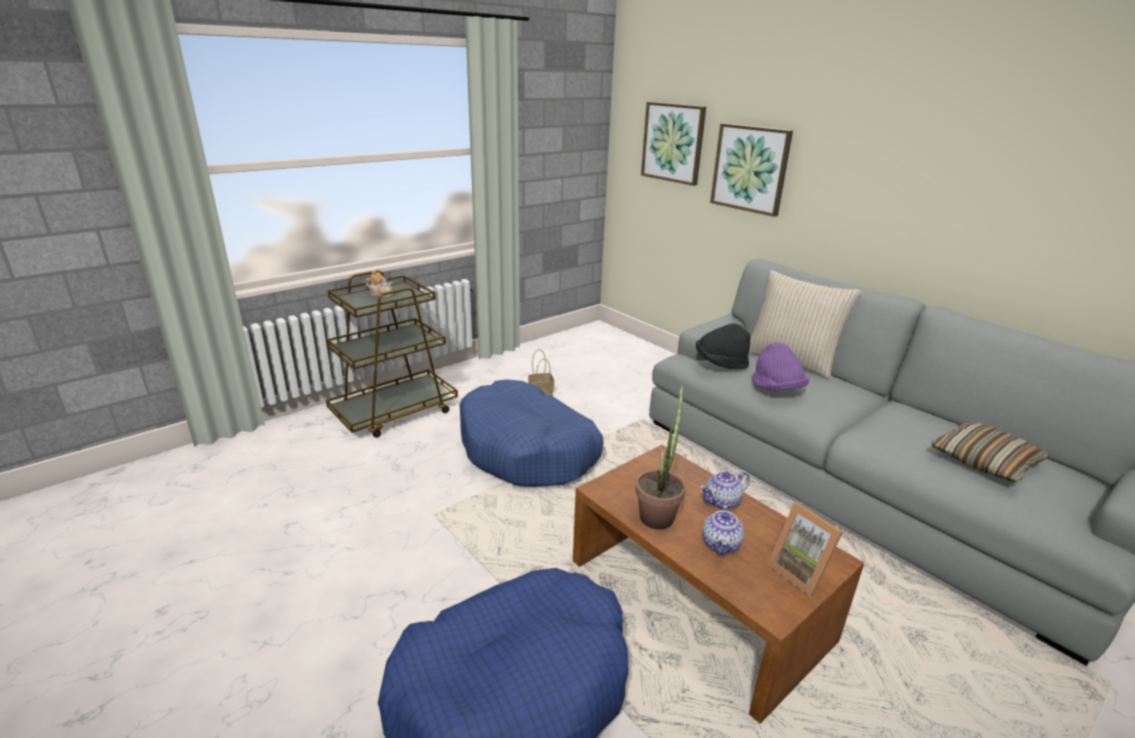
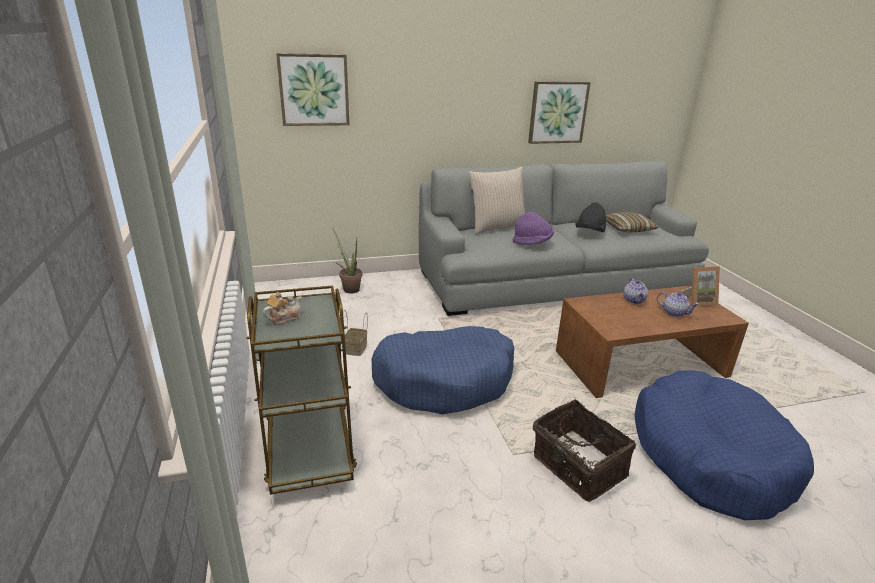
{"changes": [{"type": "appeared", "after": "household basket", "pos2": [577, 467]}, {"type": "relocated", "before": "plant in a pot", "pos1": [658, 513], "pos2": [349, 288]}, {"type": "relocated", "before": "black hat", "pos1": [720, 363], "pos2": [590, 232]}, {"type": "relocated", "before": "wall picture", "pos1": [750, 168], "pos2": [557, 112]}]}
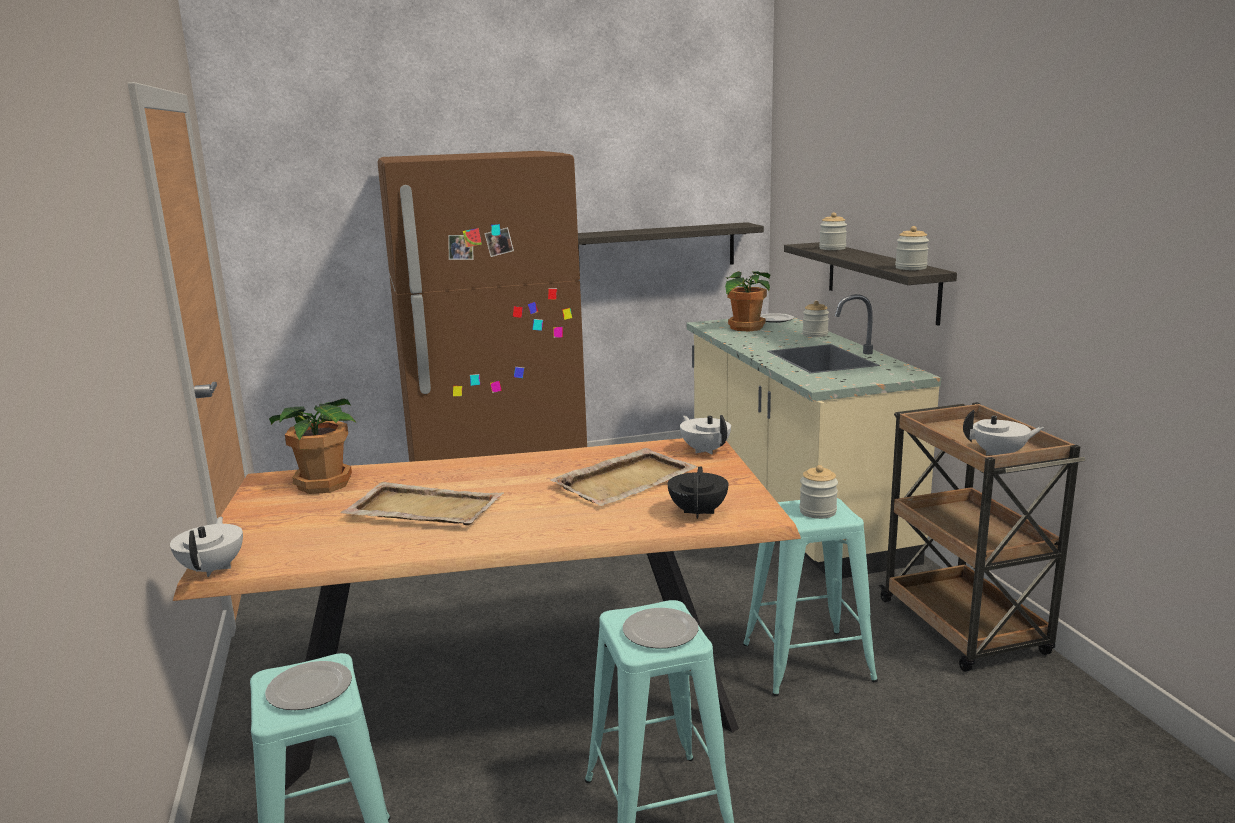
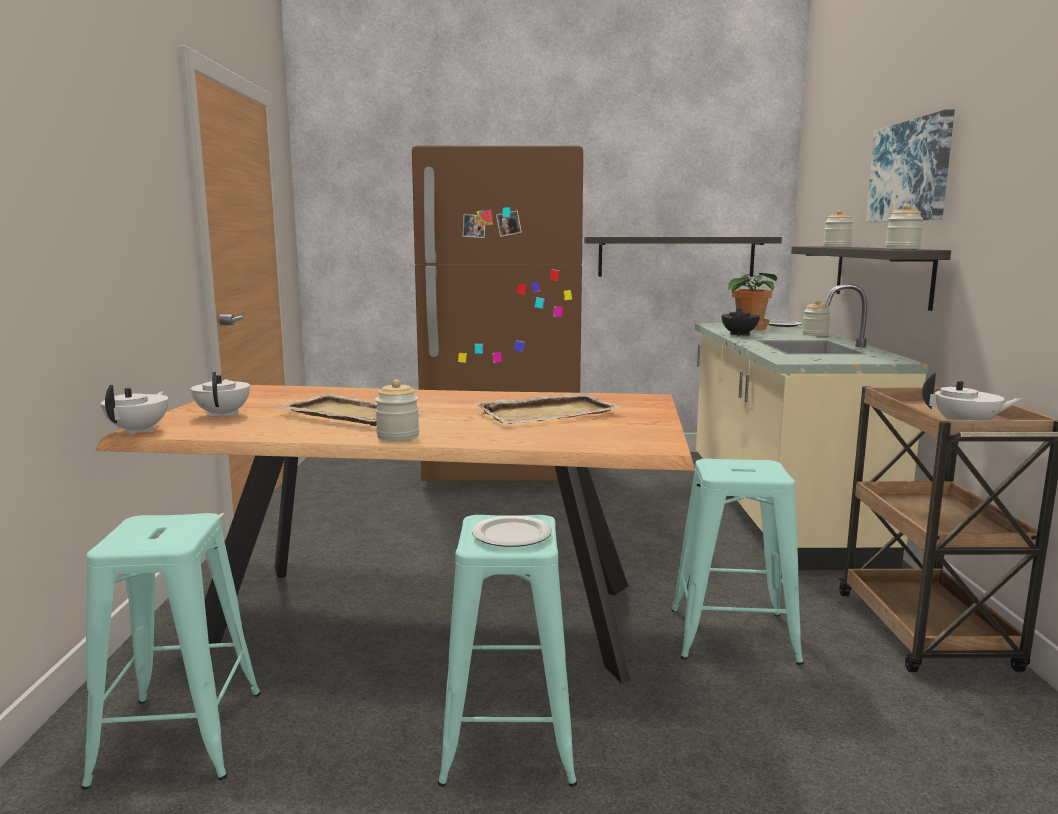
{"changes": [{"type": "missing", "before": "flat dish", "pos1": [308, 688]}, {"type": "missing", "before": "plant in a pot", "pos1": [323, 484]}, {"type": "appeared", "after": "wall picture", "pos2": [911, 171]}, {"type": "relocated", "before": "black tea pot", "pos1": [698, 512], "pos2": [739, 335]}, {"type": "relocated", "before": "white-coloured tea pot", "pos1": [705, 450], "pos2": [223, 414]}, {"type": "relocated", "before": "preserve jar", "pos1": [817, 512], "pos2": [398, 436]}]}
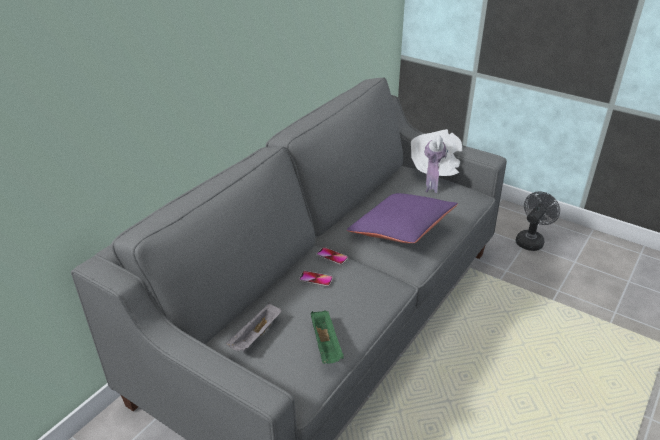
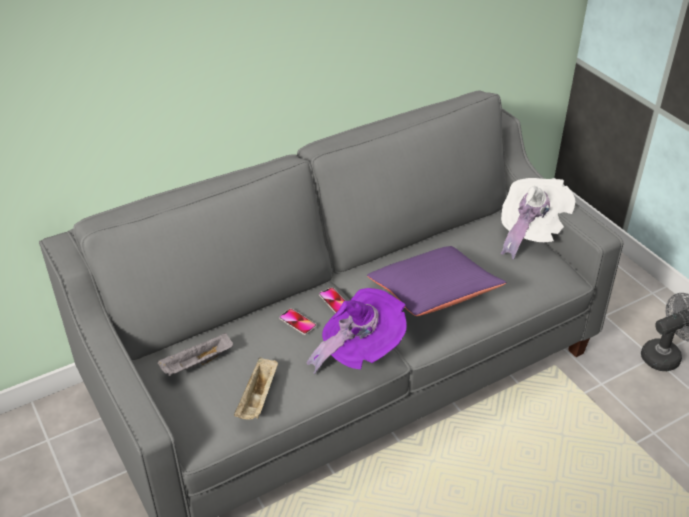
{"changes": [{"type": "appeared", "after": "purple-coloured hat", "pos2": [360, 350]}, {"type": "colour", "before": "green carrying tray", "after": "sand-coloured carrying tray", "pos1": [326, 345], "pos2": [258, 398]}]}
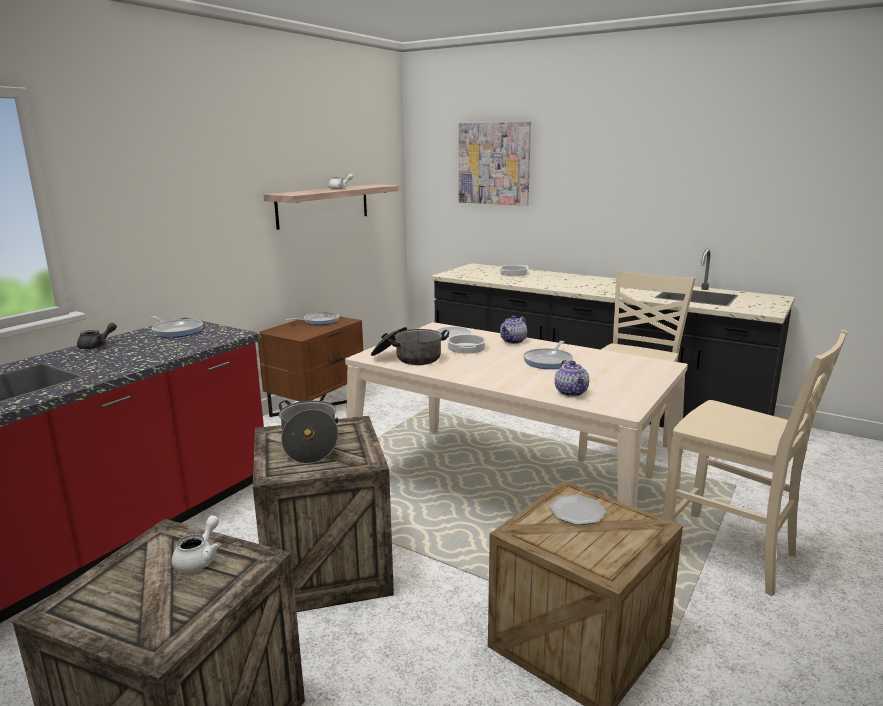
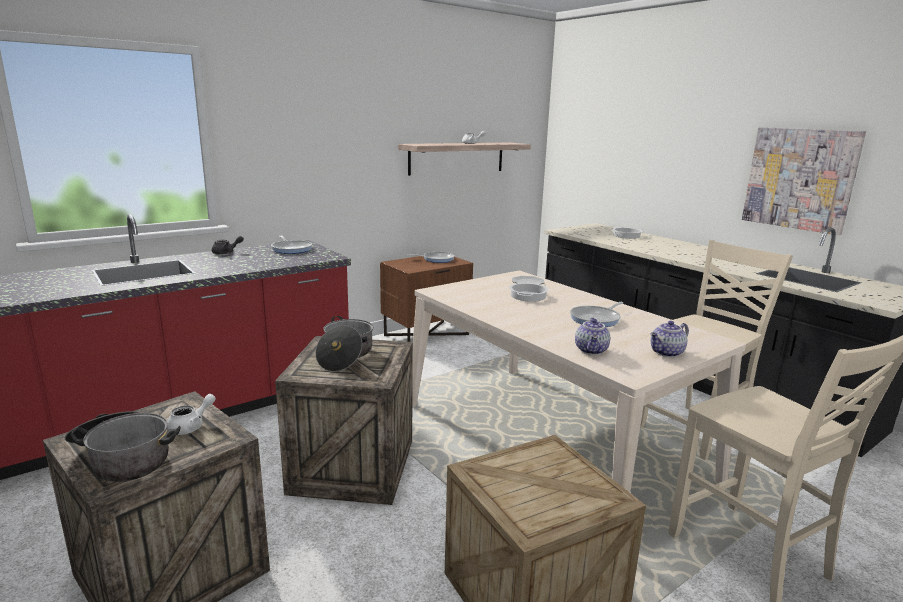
{"changes": [{"type": "missing", "before": "flat dish", "pos1": [577, 512]}, {"type": "relocated", "before": "saucepot", "pos1": [408, 358], "pos2": [124, 458]}, {"type": "relocated", "before": "wall picture", "pos1": [494, 163], "pos2": [799, 179]}, {"type": "relocated", "before": "tea pot", "pos1": [513, 341], "pos2": [667, 353]}]}
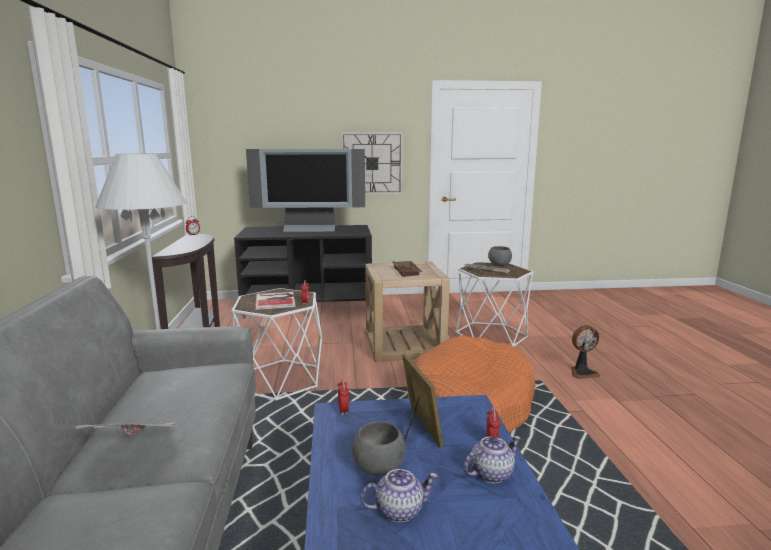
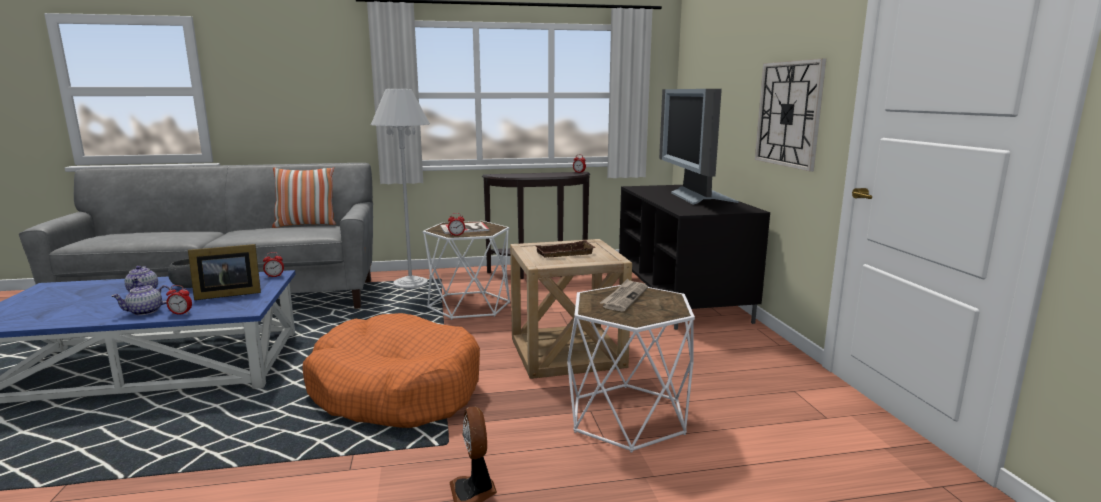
{"changes": [{"type": "missing", "before": "newspaper", "pos1": [138, 447]}, {"type": "missing", "before": "greyish serving bowl", "pos1": [499, 265]}, {"type": "appeared", "after": "cushion", "pos2": [306, 225]}, {"type": "spun", "before": "tea pot", "pos1": [491, 473], "pos2": [145, 312], "turn": 90}]}
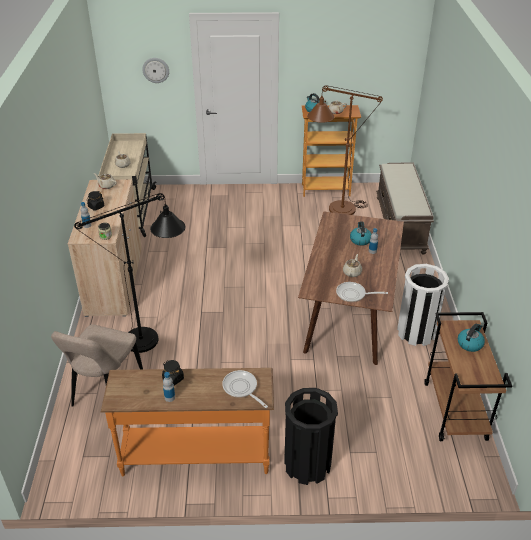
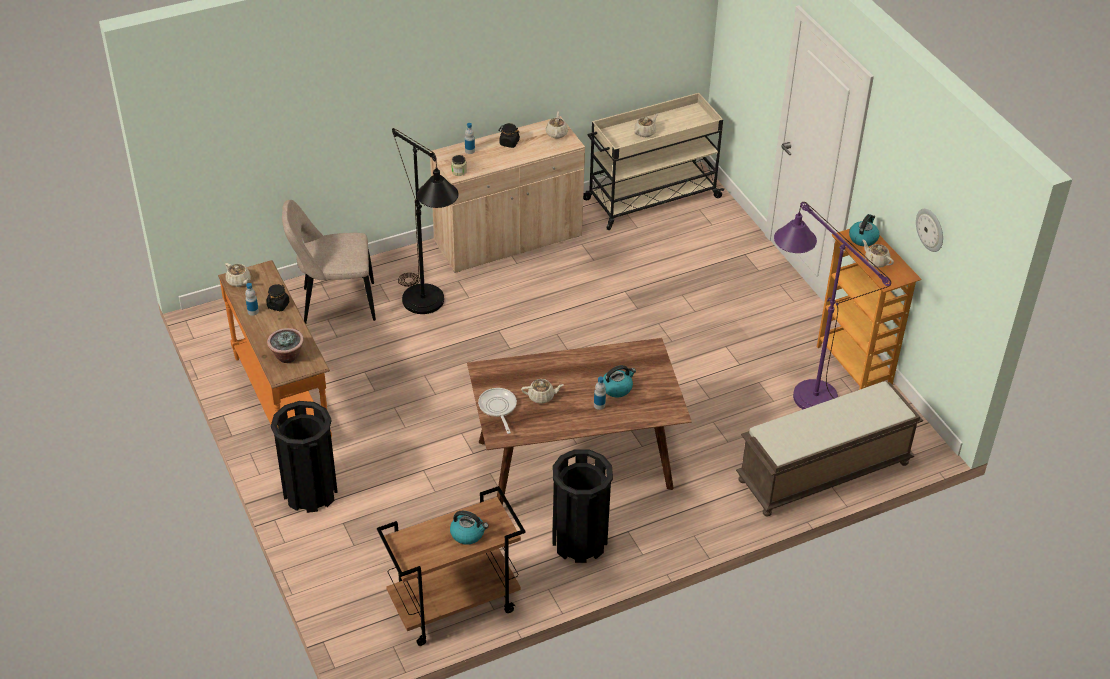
{"changes": [{"type": "appeared", "after": "sand-coloured tea pot", "pos2": [239, 281]}, {"type": "relocated", "before": "hanging clock", "pos1": [155, 70], "pos2": [930, 229]}, {"type": "exchanged", "before": "skillet", "after": "plant in a pot", "pos1": [241, 388], "pos2": [287, 356]}, {"type": "colour", "before": "brown standing lamp", "after": "purple-coloured standing lamp", "pos1": [335, 211], "pos2": [804, 391]}, {"type": "colour", "before": "white-coloured trash can", "after": "black trash can", "pos1": [416, 332], "pos2": [579, 541]}]}
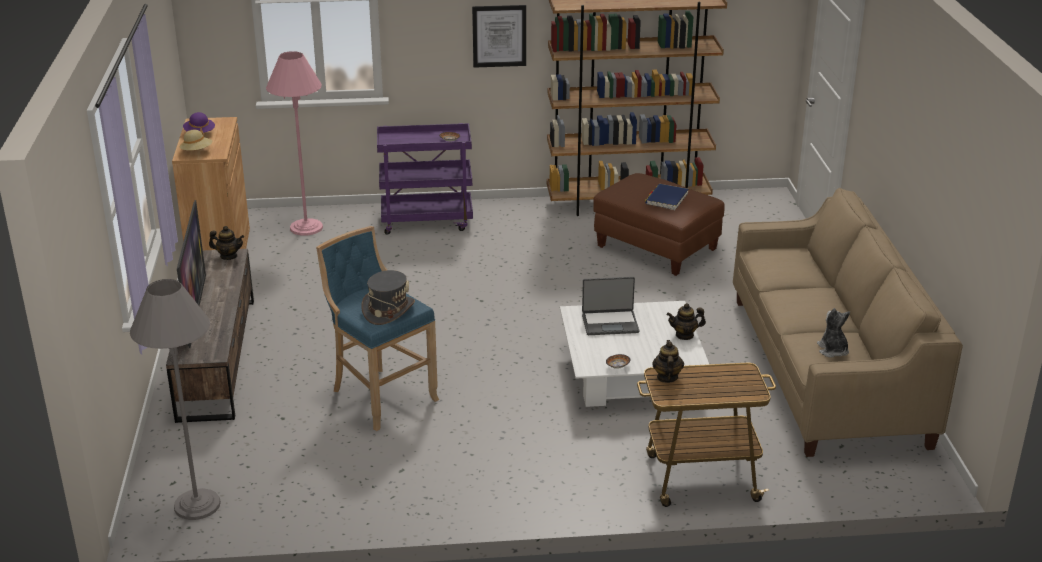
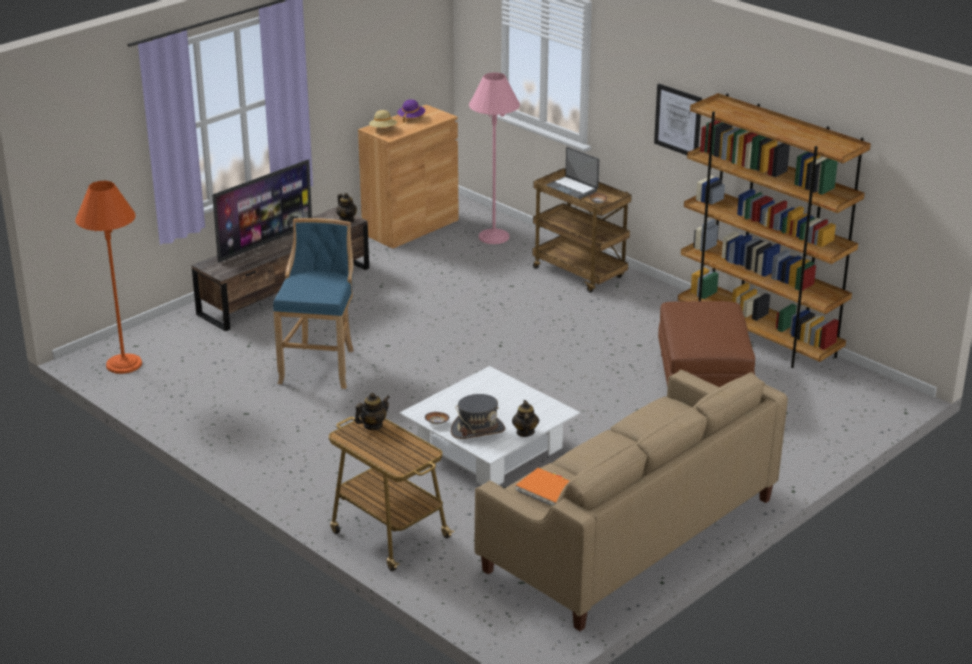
{"changes": [{"type": "missing", "before": "blue volume", "pos1": [666, 199]}, {"type": "relocated", "before": "greyish hat", "pos1": [388, 310], "pos2": [478, 430]}, {"type": "relocated", "before": "notebook computer", "pos1": [610, 323], "pos2": [571, 189]}, {"type": "exchanged", "before": "plush toy", "after": "orangey volume", "pos1": [832, 350], "pos2": [547, 490]}, {"type": "colour", "before": "greyish standing lamp", "after": "orangey standing lamp", "pos1": [197, 505], "pos2": [124, 364]}, {"type": "colour", "before": "purple-coloured wheeled cart", "after": "brown wheeled cart", "pos1": [427, 221], "pos2": [580, 273]}, {"type": "spun", "before": "tea pot", "pos1": [684, 335], "pos2": [525, 432], "turn": 45}]}
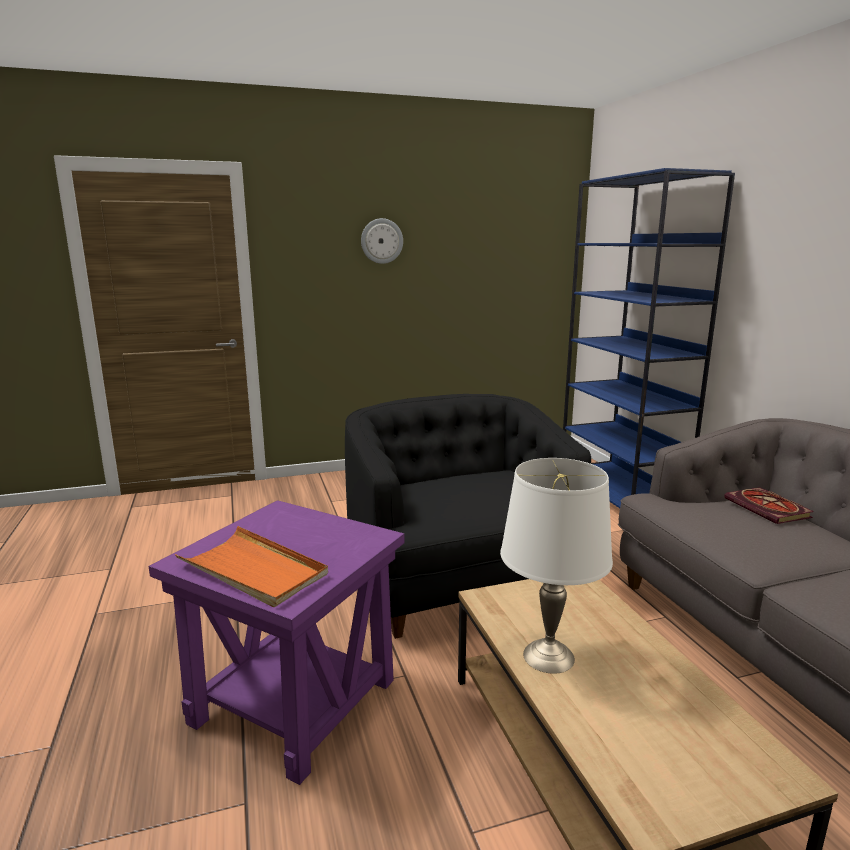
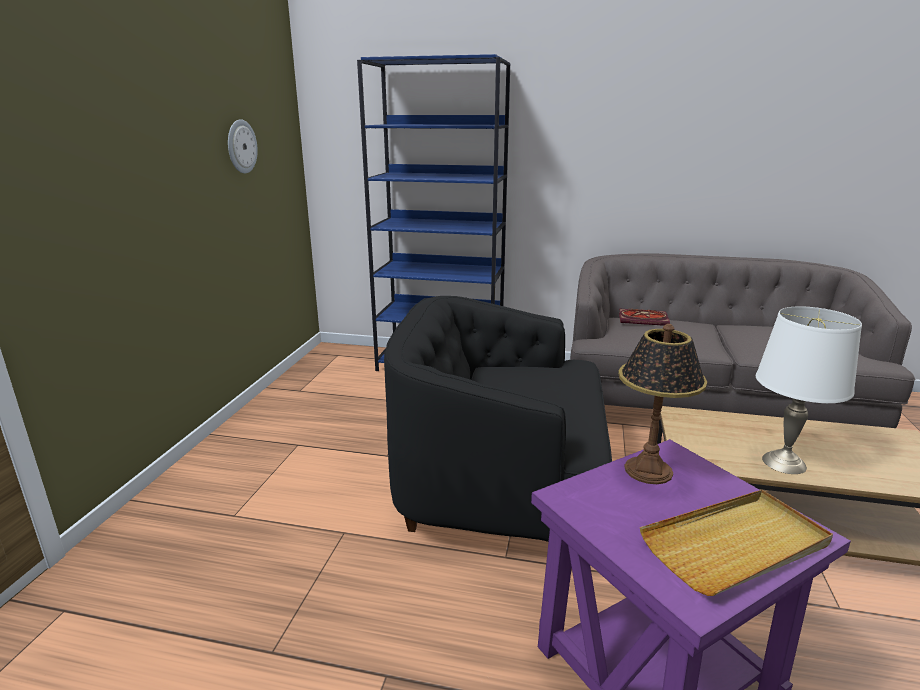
{"changes": [{"type": "appeared", "after": "lamp for a table", "pos2": [649, 471]}, {"type": "relocated", "before": "hanging clock", "pos1": [381, 241], "pos2": [241, 146]}, {"type": "colour", "before": "orangey carrying tray", "after": "sand-coloured carrying tray", "pos1": [253, 570], "pos2": [736, 545]}]}
